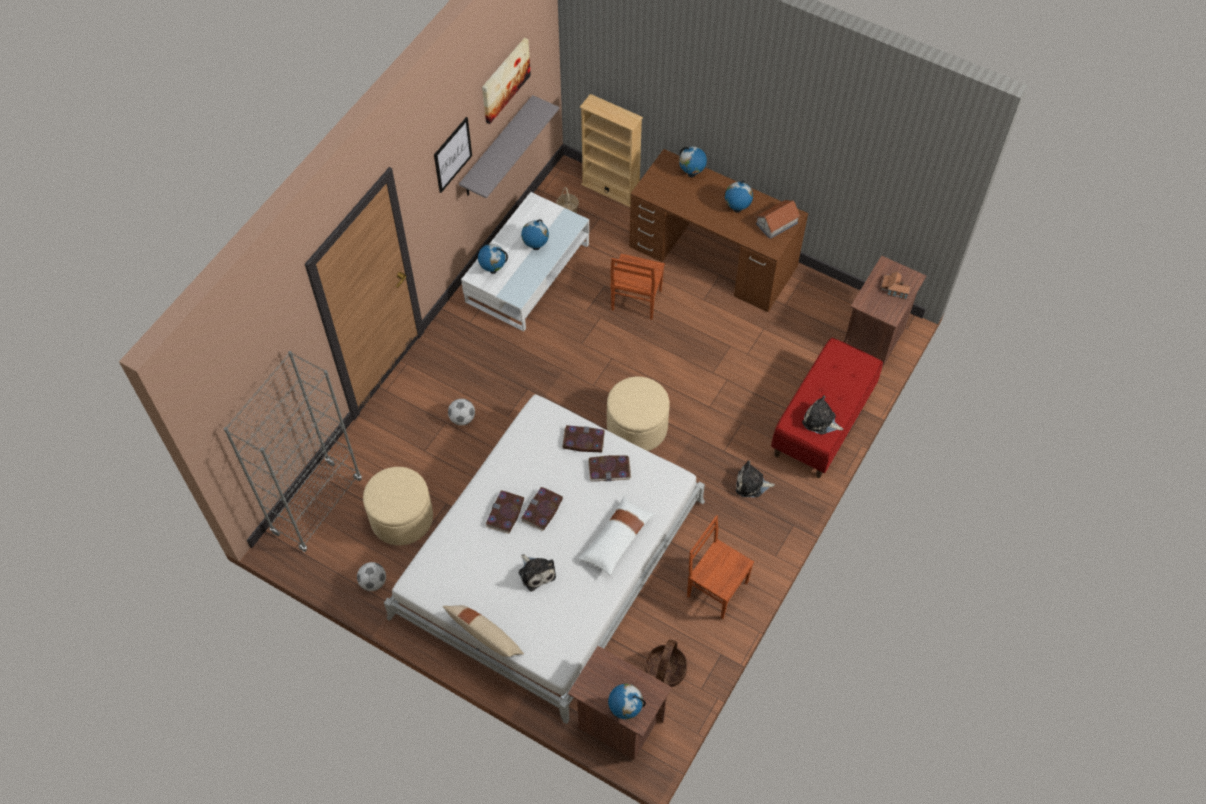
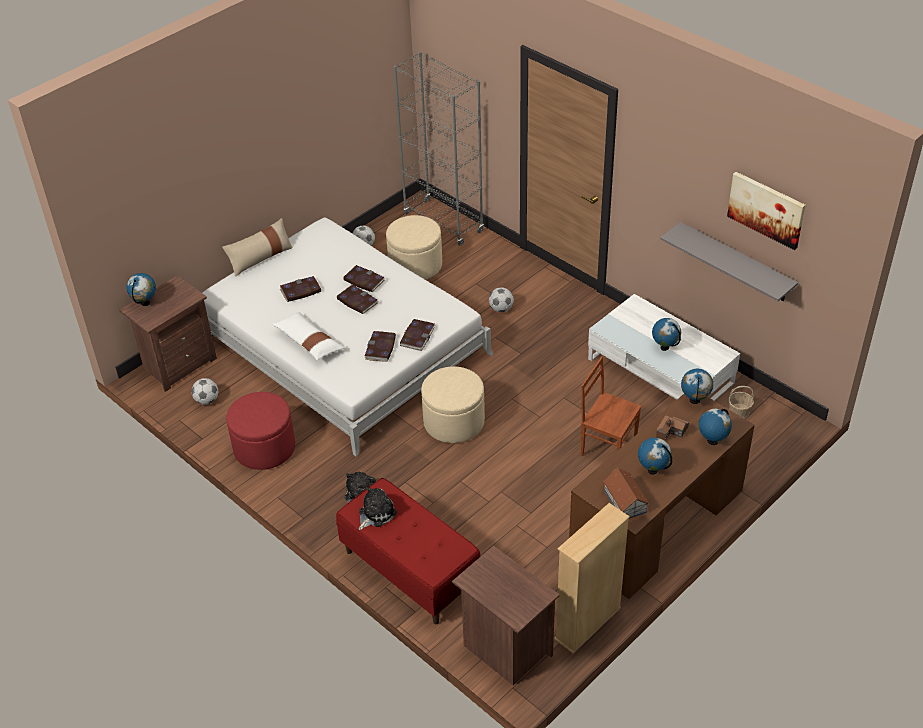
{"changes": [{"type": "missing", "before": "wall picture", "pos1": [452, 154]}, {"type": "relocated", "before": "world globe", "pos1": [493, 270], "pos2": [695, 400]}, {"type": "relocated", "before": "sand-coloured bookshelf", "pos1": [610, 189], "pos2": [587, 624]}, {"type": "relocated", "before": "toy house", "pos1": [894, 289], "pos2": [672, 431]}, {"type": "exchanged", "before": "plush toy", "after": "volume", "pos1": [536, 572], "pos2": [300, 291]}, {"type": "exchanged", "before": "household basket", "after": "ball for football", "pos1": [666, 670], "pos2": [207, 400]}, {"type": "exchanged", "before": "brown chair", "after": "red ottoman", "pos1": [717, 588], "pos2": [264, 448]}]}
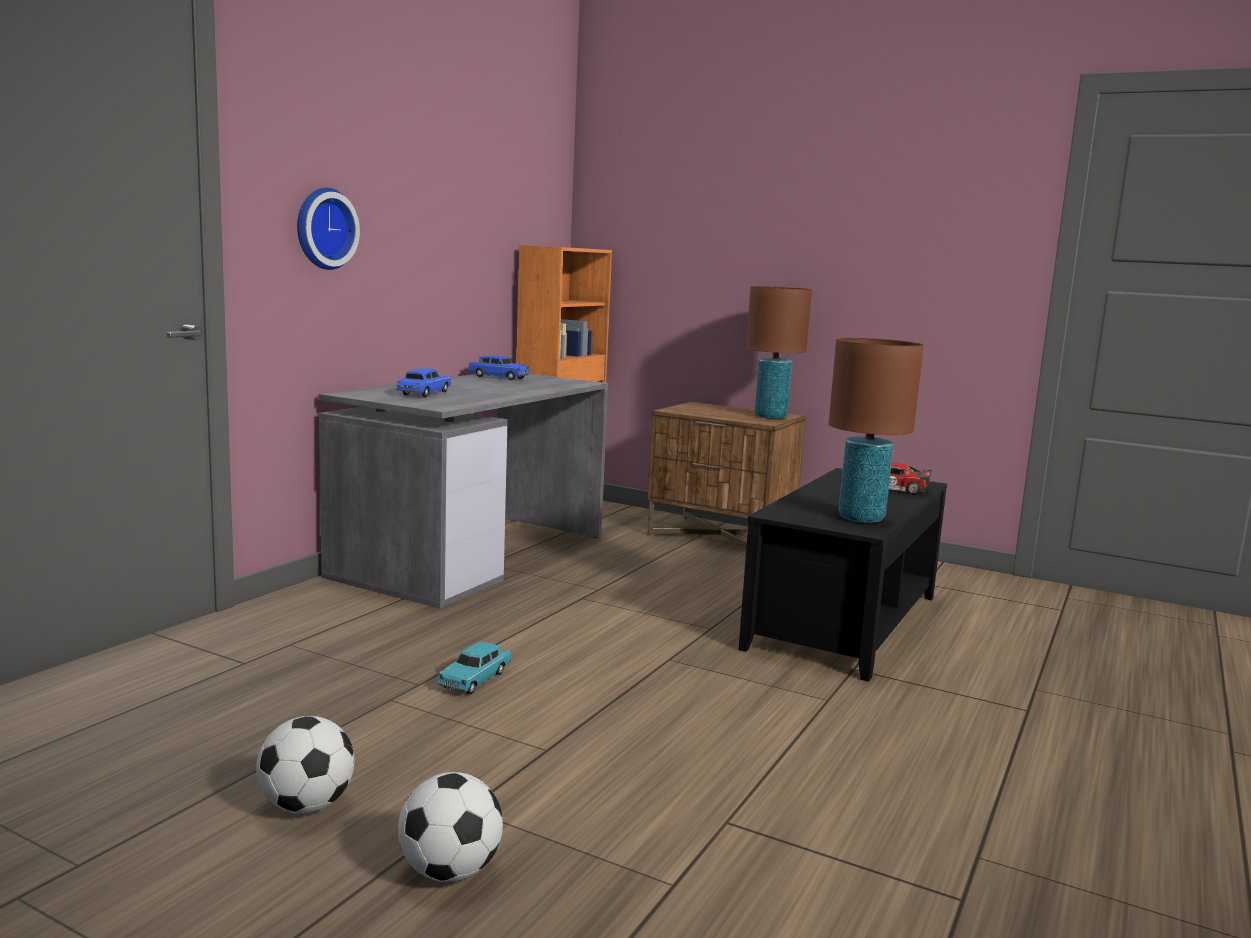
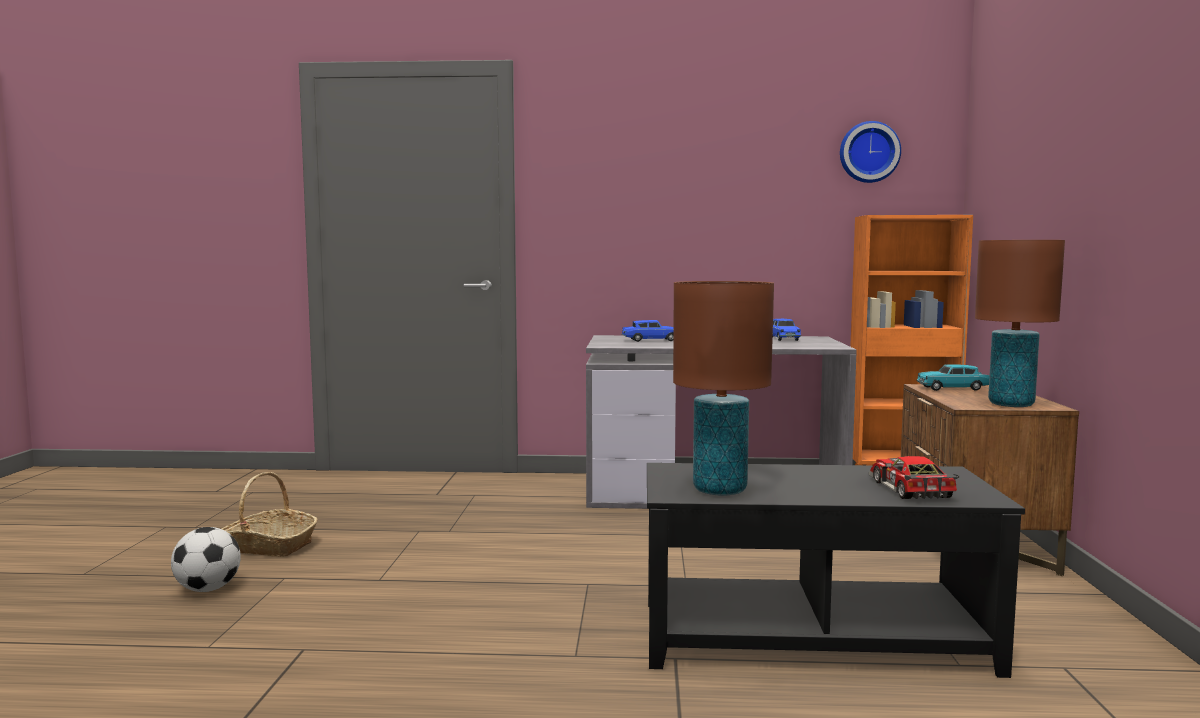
{"changes": [{"type": "relocated", "before": "hanging clock", "pos1": [322, 228], "pos2": [868, 152]}, {"type": "relocated", "before": "turquoise miniature car", "pos1": [475, 680], "pos2": [953, 388]}, {"type": "exchanged", "before": "ball for football", "after": "household basket", "pos1": [306, 806], "pos2": [268, 546]}]}
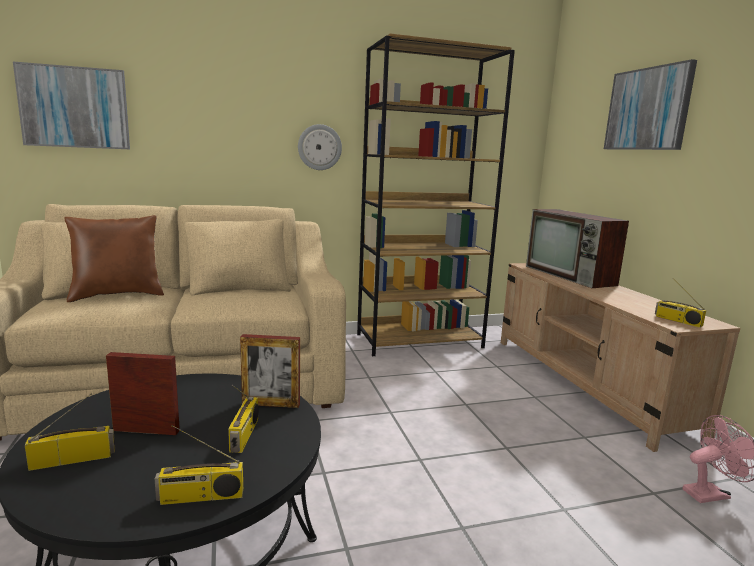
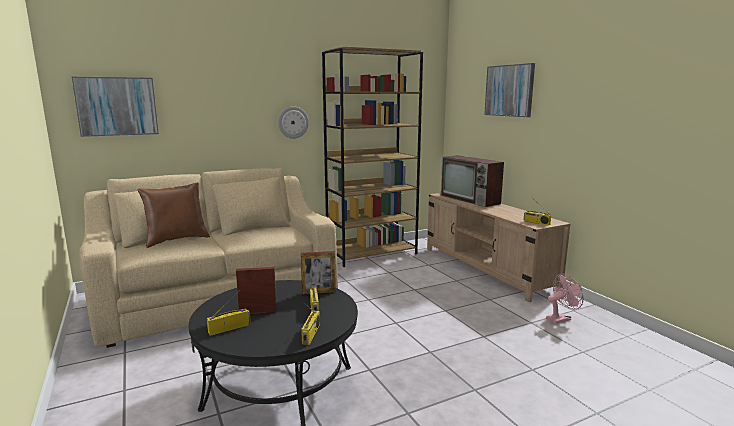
{"changes": [{"type": "spun", "before": "radio set", "pos1": [200, 497], "pos2": [311, 334], "turn": -60}]}
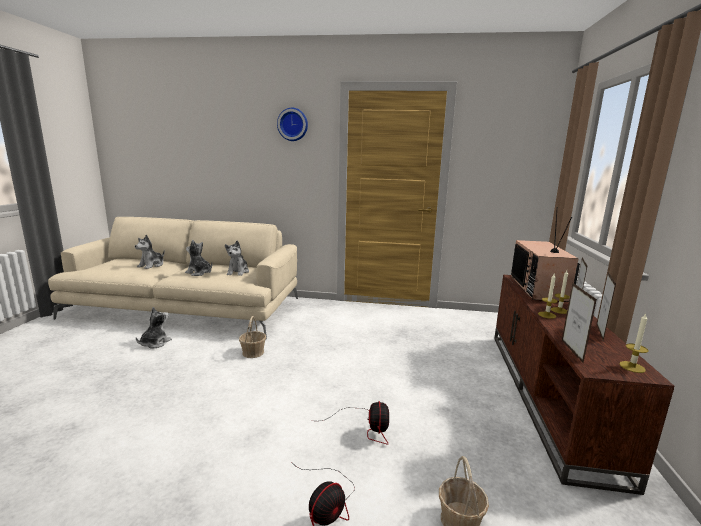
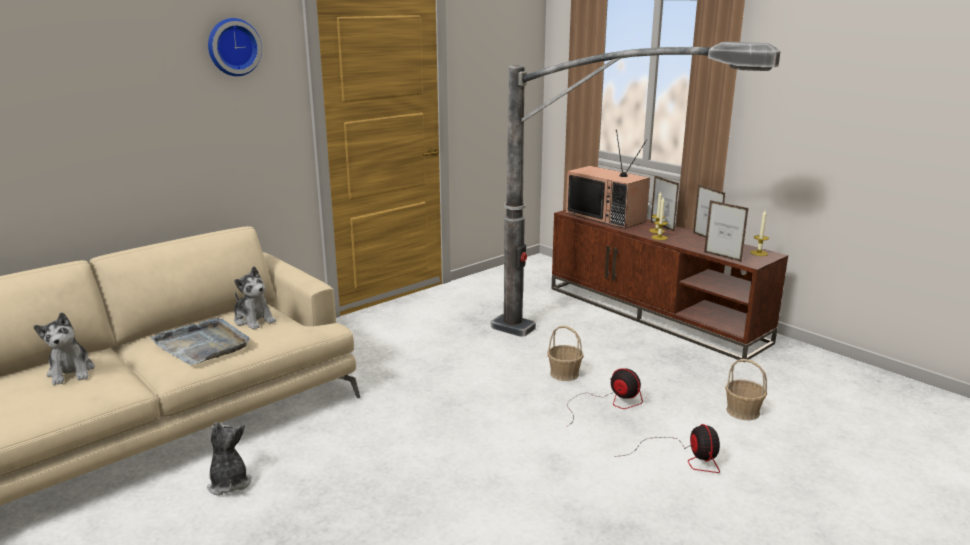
{"changes": [{"type": "appeared", "after": "standing lamp", "pos2": [604, 352]}, {"type": "relocated", "before": "household basket", "pos1": [253, 352], "pos2": [564, 373]}, {"type": "exchanged", "before": "plush toy", "after": "greyish carrying tray", "pos1": [199, 273], "pos2": [203, 344]}]}
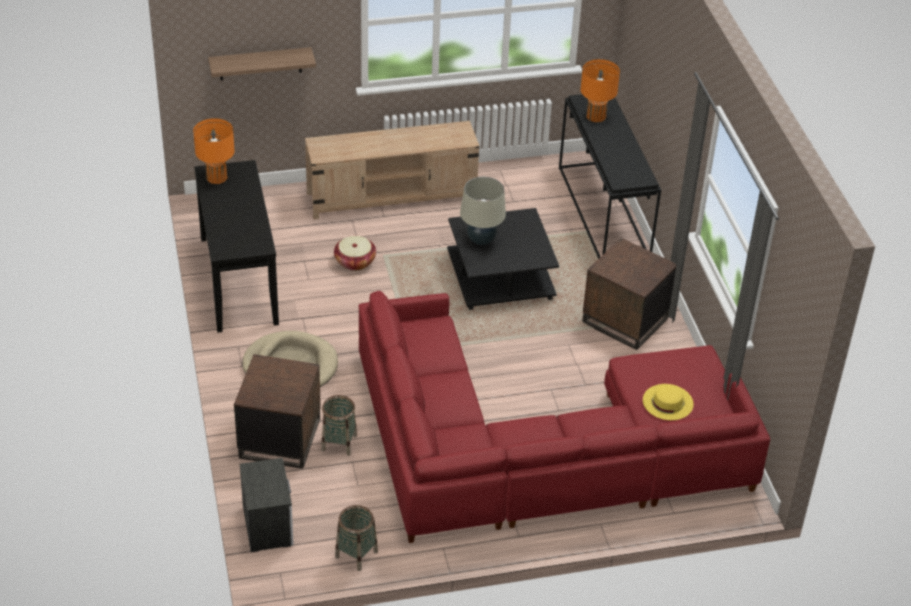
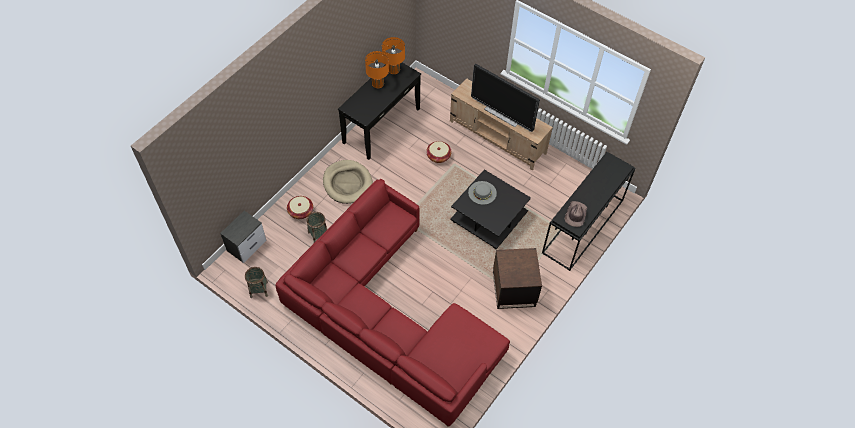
{"changes": [{"type": "missing", "before": "wall shelf", "pos1": [260, 63]}, {"type": "missing", "before": "yellow-coloured hat", "pos1": [667, 402]}, {"type": "appeared", "after": "TV", "pos2": [502, 114]}, {"type": "appeared", "after": "brown hat", "pos2": [575, 214]}, {"type": "relocated", "before": "orangey lamp for a table", "pos1": [596, 116], "pos2": [378, 83]}, {"type": "exchanged", "before": "brown accent table", "after": "household basket", "pos1": [279, 438], "pos2": [301, 211]}, {"type": "exchanged", "before": "sand-coloured lamp for a table", "after": "greyish hat", "pos1": [481, 240], "pos2": [482, 192]}]}
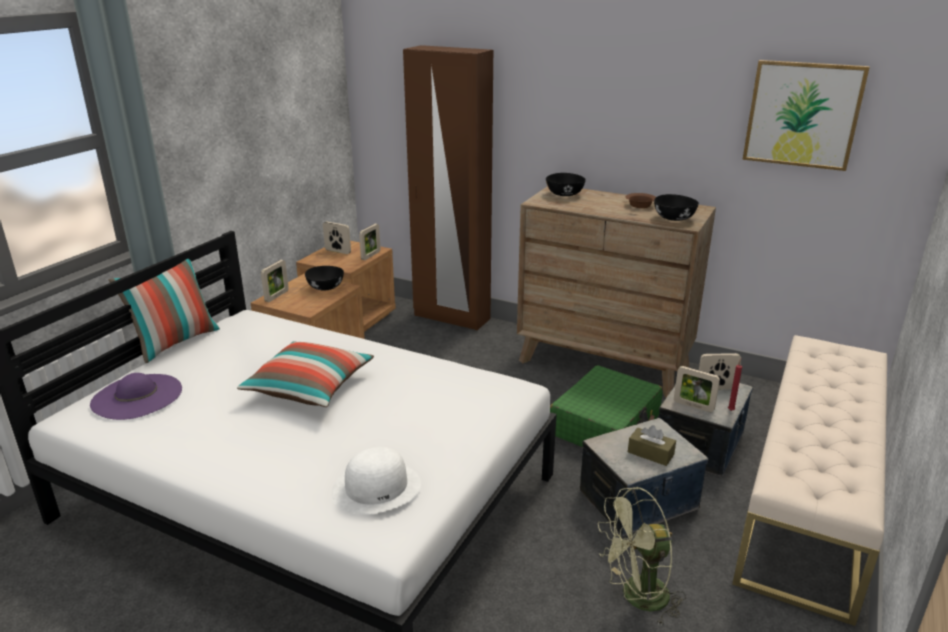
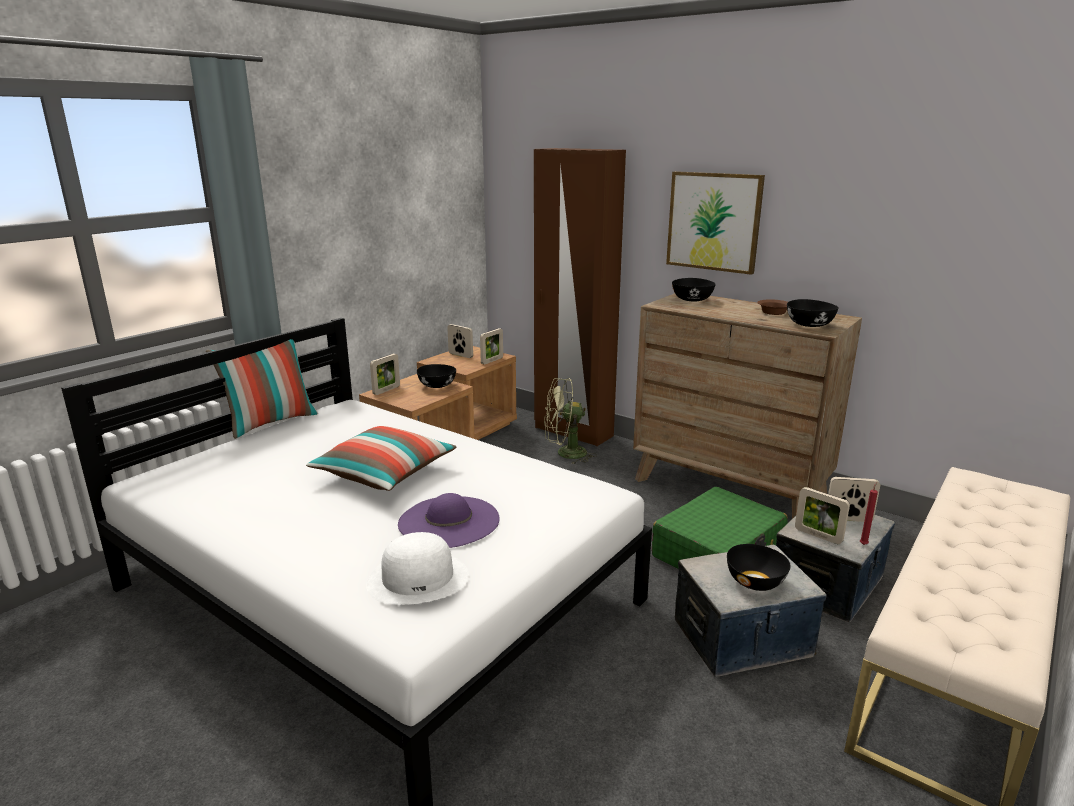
{"changes": [{"type": "relocated", "before": "purple-coloured hat", "pos1": [137, 396], "pos2": [449, 521]}, {"type": "relocated", "before": "green electric fan", "pos1": [636, 598], "pos2": [565, 454]}, {"type": "relocated", "before": "wall picture", "pos1": [802, 114], "pos2": [714, 221]}, {"type": "exchanged", "before": "brown tissue holder", "after": "black serving bowl", "pos1": [650, 453], "pos2": [756, 582]}]}
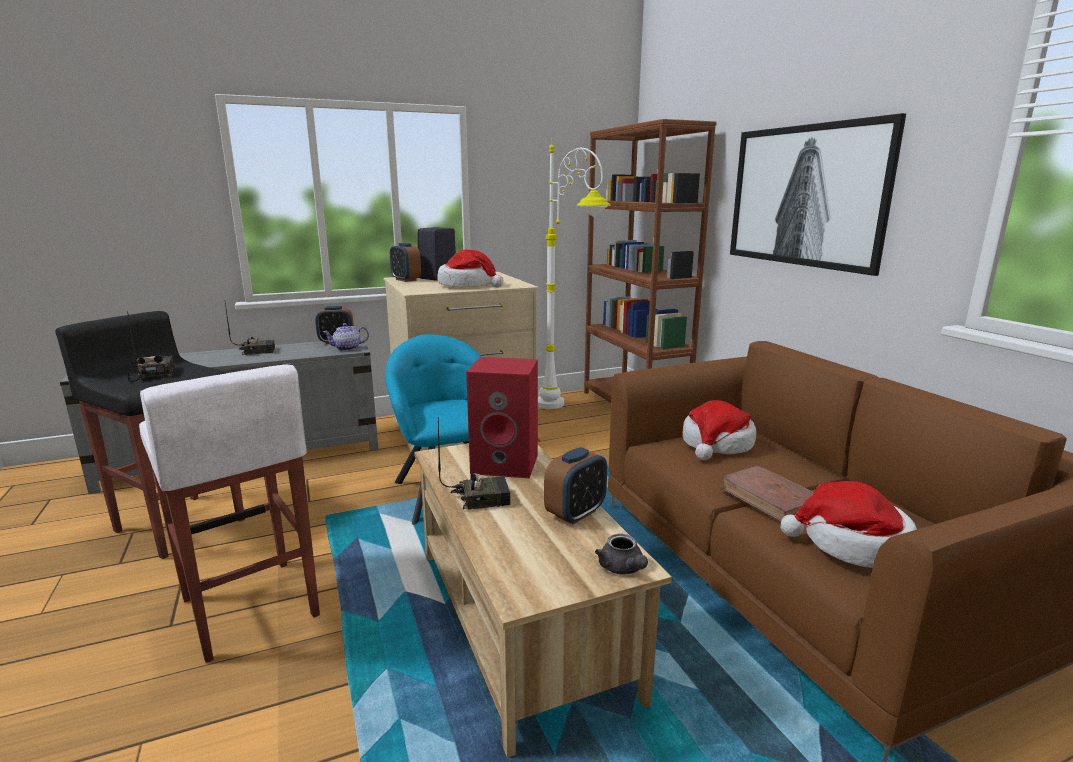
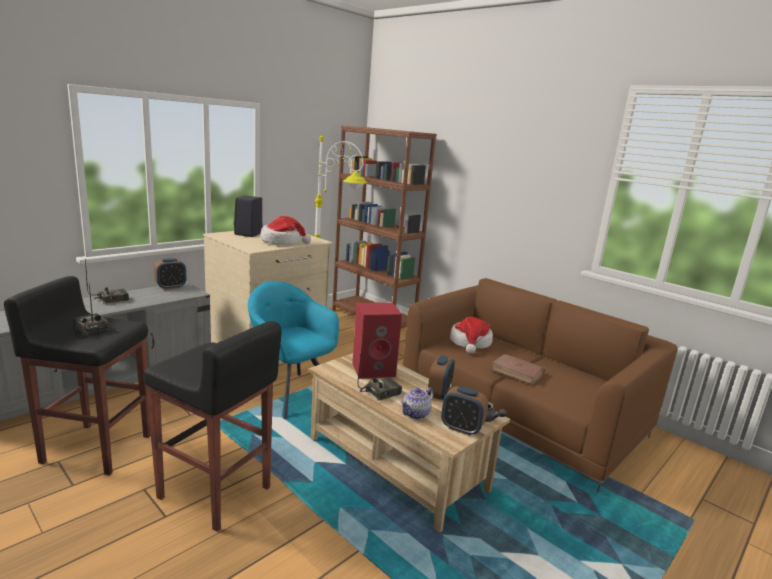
{"changes": [{"type": "missing", "before": "wall picture", "pos1": [804, 196]}, {"type": "missing", "before": "hat", "pos1": [852, 544]}, {"type": "relocated", "before": "tea pot", "pos1": [347, 348], "pos2": [416, 414]}, {"type": "relocated", "before": "bedside clock", "pos1": [406, 280], "pos2": [461, 428]}, {"type": "colour", "before": "white-coloured stool seat", "after": "black stool seat", "pos1": [248, 608], "pos2": [215, 494]}]}
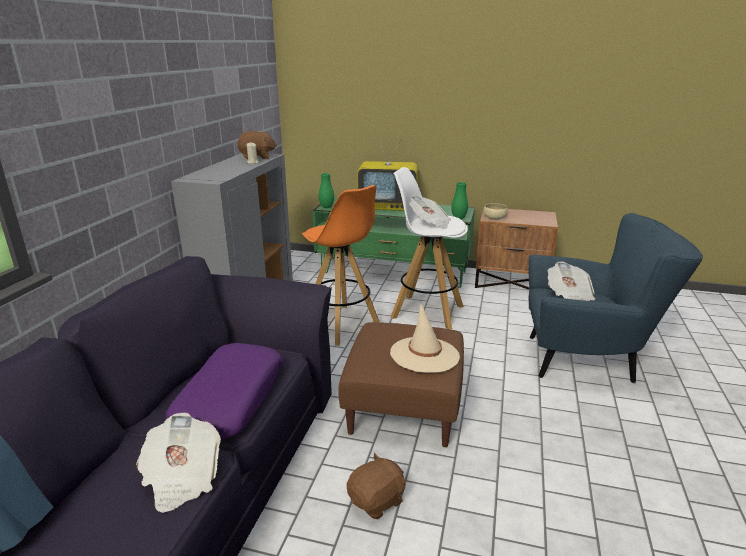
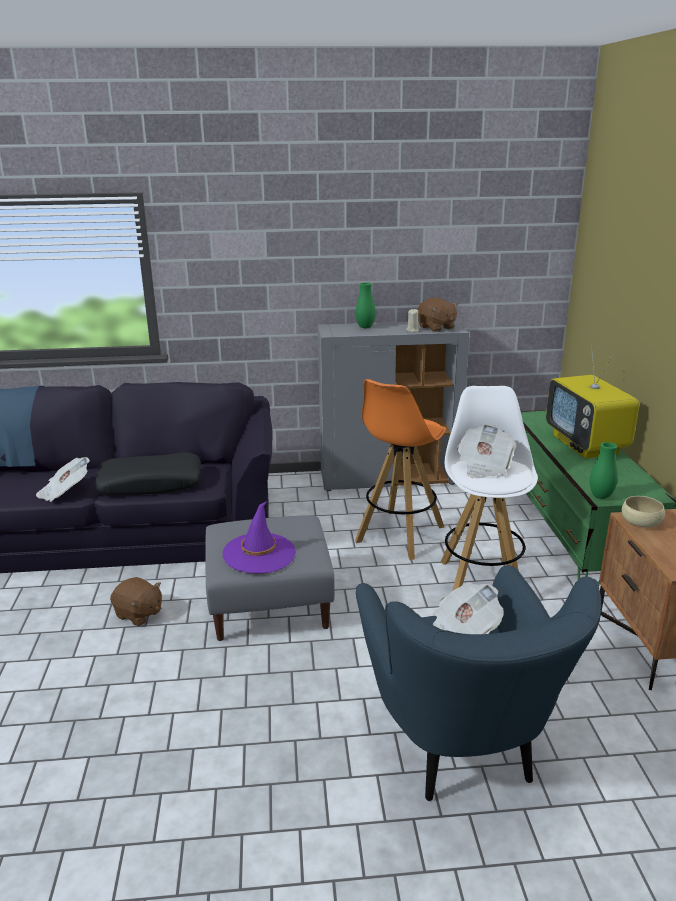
{"changes": [{"type": "relocated", "before": "green vase", "pos1": [326, 207], "pos2": [365, 327]}, {"type": "colour", "before": "purple-coloured cushion", "after": "black cushion", "pos1": [230, 399], "pos2": [151, 484]}, {"type": "colour", "before": "brown ottoman", "after": "greyish ottoman", "pos1": [403, 406], "pos2": [270, 603]}, {"type": "colour", "before": "sand-coloured hat", "after": "purple-coloured hat", "pos1": [424, 355], "pos2": [259, 553]}]}
